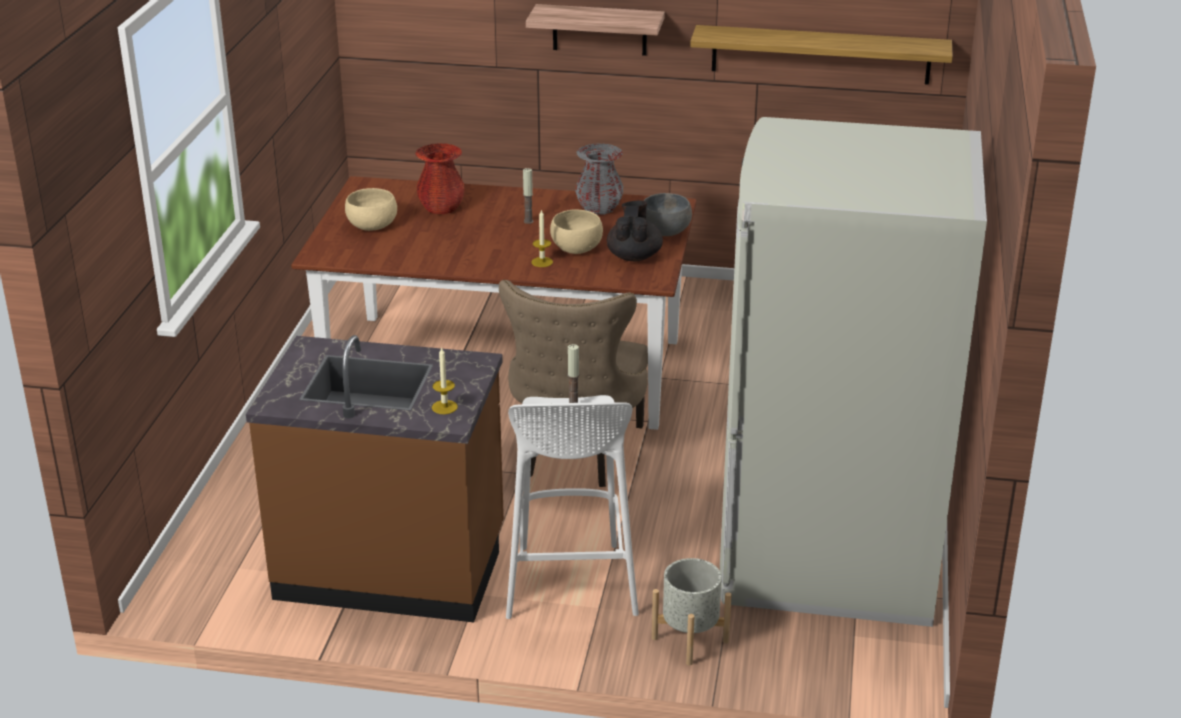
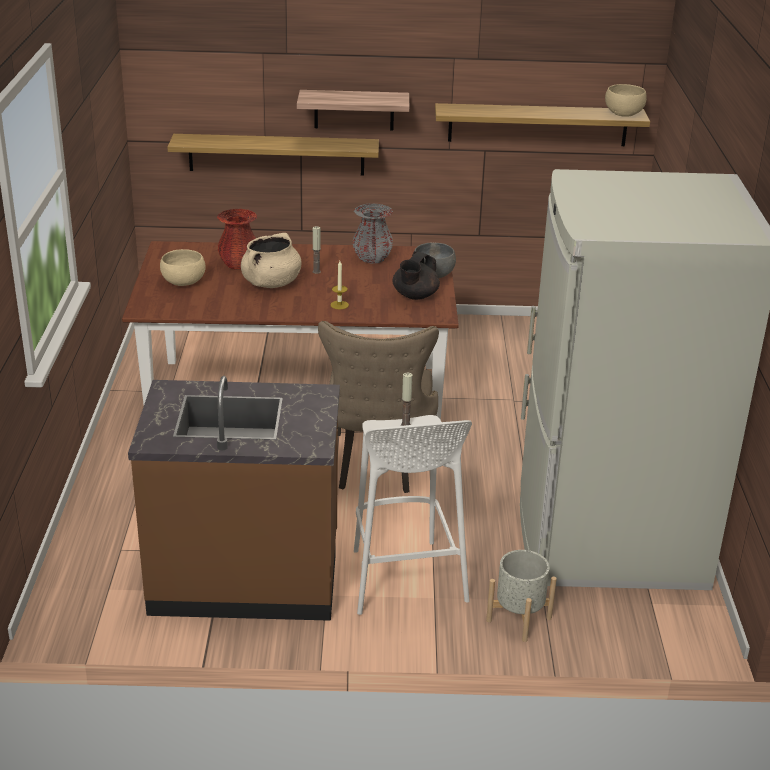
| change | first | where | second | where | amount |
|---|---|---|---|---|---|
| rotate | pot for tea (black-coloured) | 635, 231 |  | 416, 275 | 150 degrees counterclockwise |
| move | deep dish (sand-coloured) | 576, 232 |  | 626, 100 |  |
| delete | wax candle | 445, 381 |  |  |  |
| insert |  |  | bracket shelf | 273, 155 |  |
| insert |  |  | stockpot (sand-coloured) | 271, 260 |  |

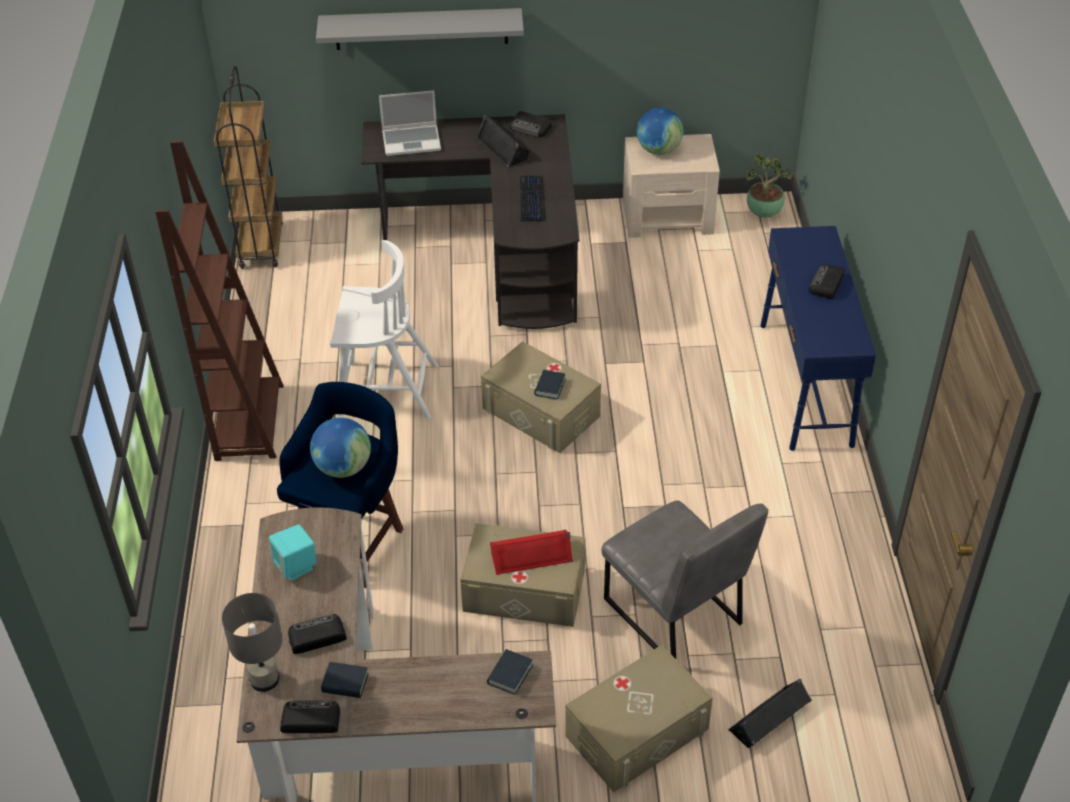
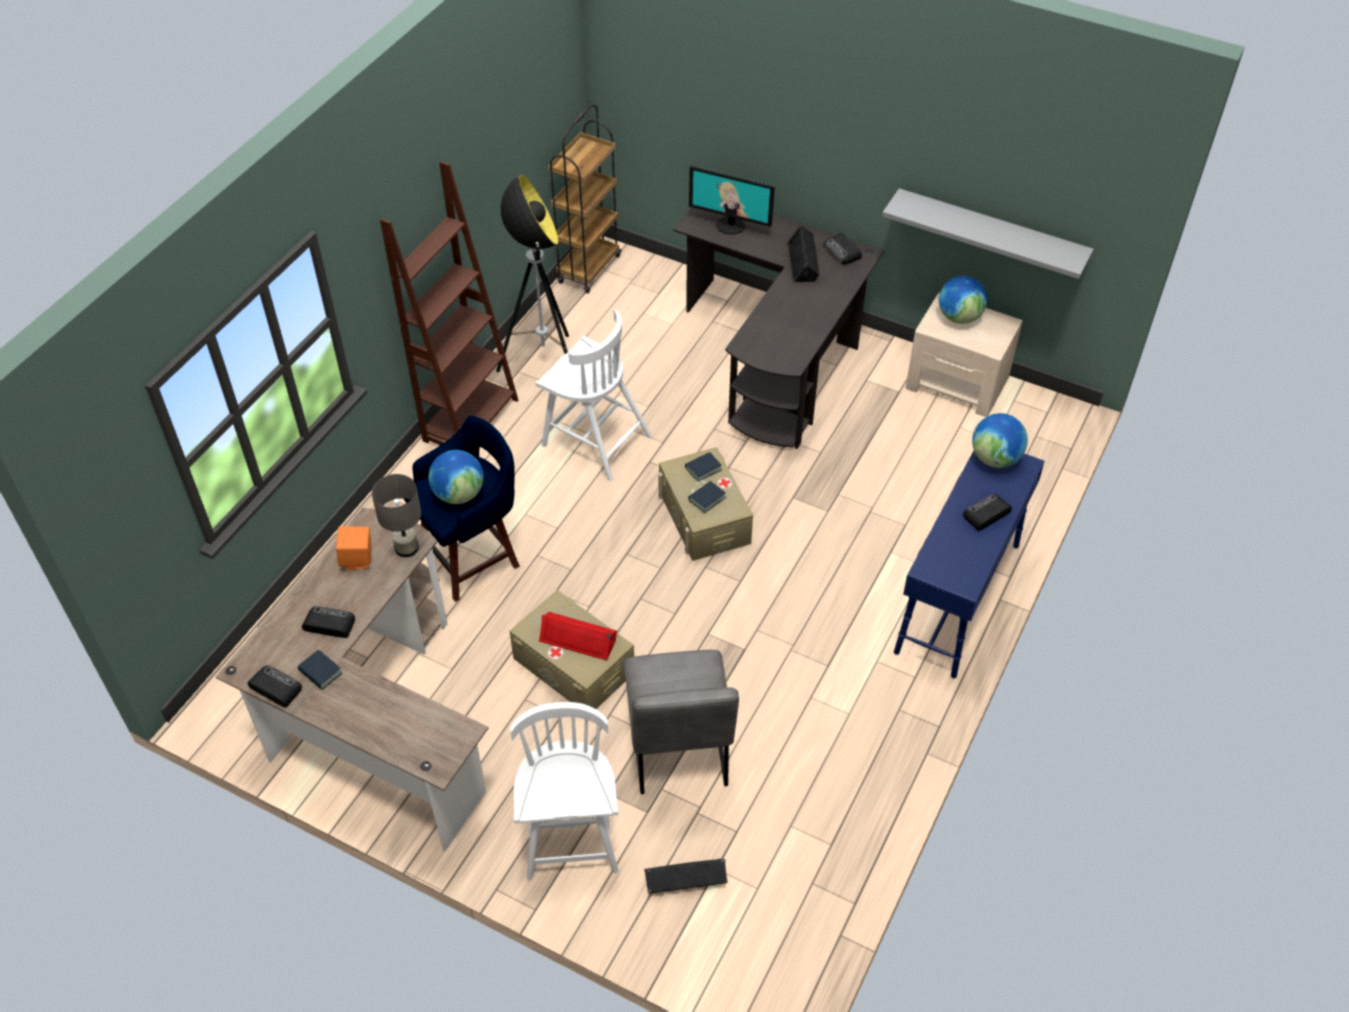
| change | first | where | second | where | amount |
|---|---|---|---|---|---|
| move | bracket shelf (gray) | 420, 29 |  | 988, 233 |  |
| replace | portable computer | 410, 123 | monitor | 732, 200 |  |
| delete | potted plant | 769, 186 |  |  |  |
| delete | PC keyboard | 533, 199 |  |  |  |
| recolor | loudspeaker (turquoise-coloured) | 292, 552 | loudspeaker (orange) | 353, 548 |  |
| move | table lamp (gray) | 252, 642 |  | 396, 515 |  |
| replace | storage container (sand-coloured) | 639, 718 | plain chair (white-coloured) | 564, 791 |  |
| move | volume | 510, 672 |  | 703, 467 |  |
| insert |  |  | standard lamp | 532, 273 |  |
| insert |  |  | globe | 1000, 440 |  |

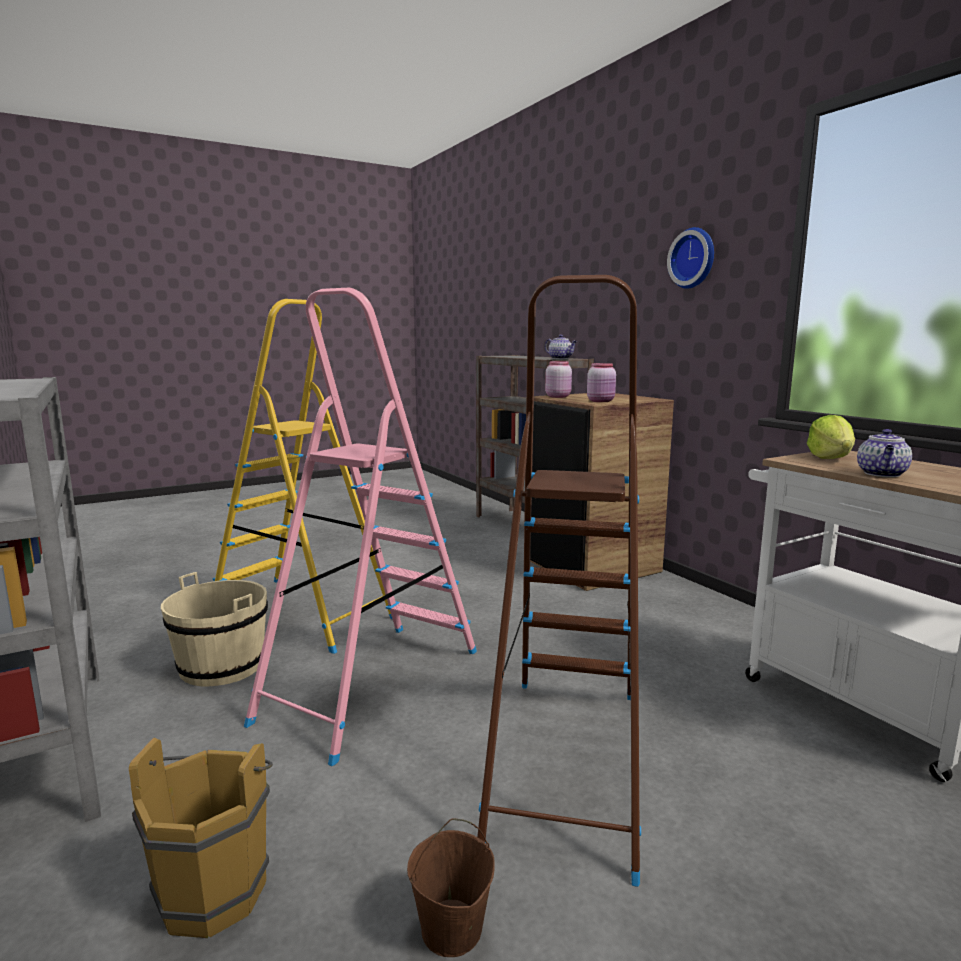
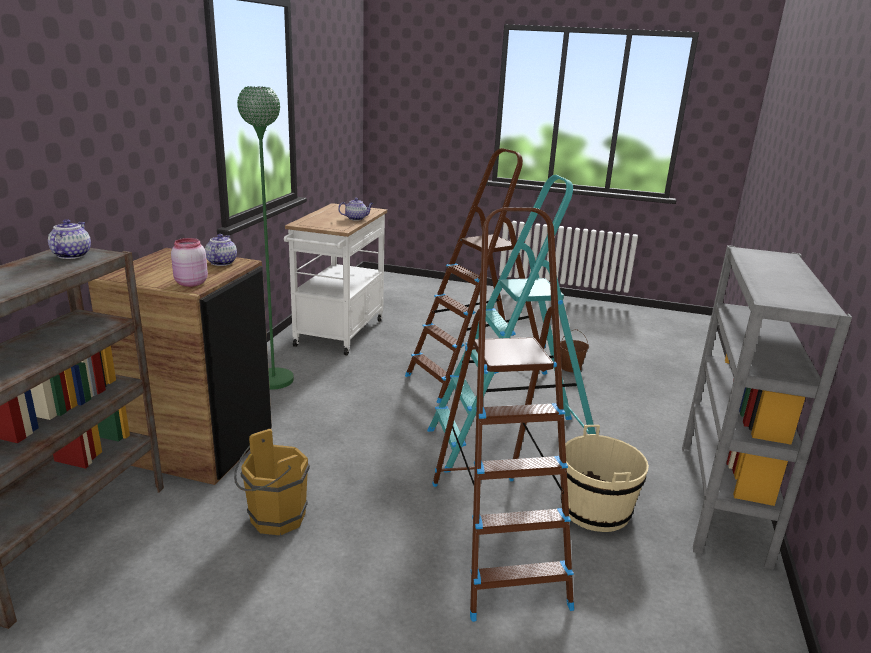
| change | first | where | second | where | amount |
|---|---|---|---|---|---|
| delete | wall clock | 690, 258 |  |  |  |
| recolor | step stool (pink-coloured) | 360, 527 | step stool (turquoise-coloured) | 511, 323 |  |
| recolor | step stool (yellow) | 302, 476 | step stool (brownish) | 503, 414 |  |
| replace | preserve jar (pink-coloured) | 601, 382 | pot for tea | 221, 250 |  |
| delete | lettuce | 831, 437 |  |  |  |
| move | water bucket (brownish) | 201, 838 |  | 272, 482 |  |
| insert |  |  | standard lamp (greenish) | 265, 238 |  |

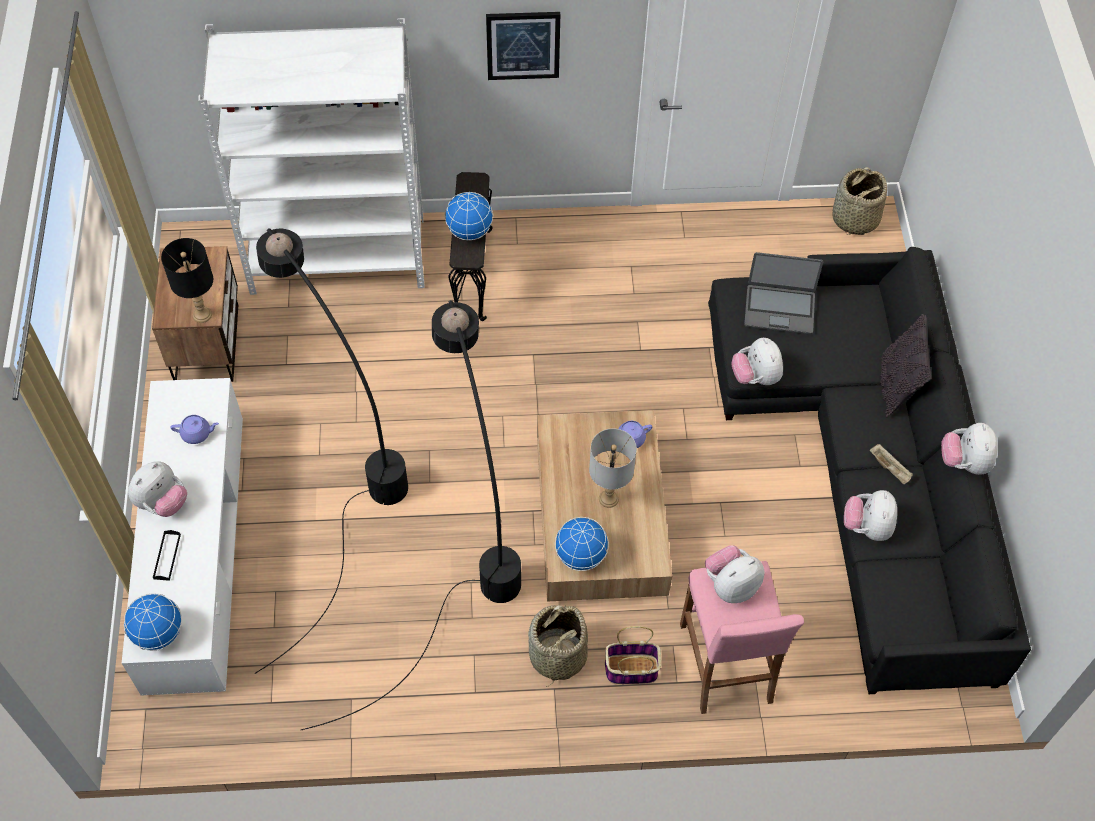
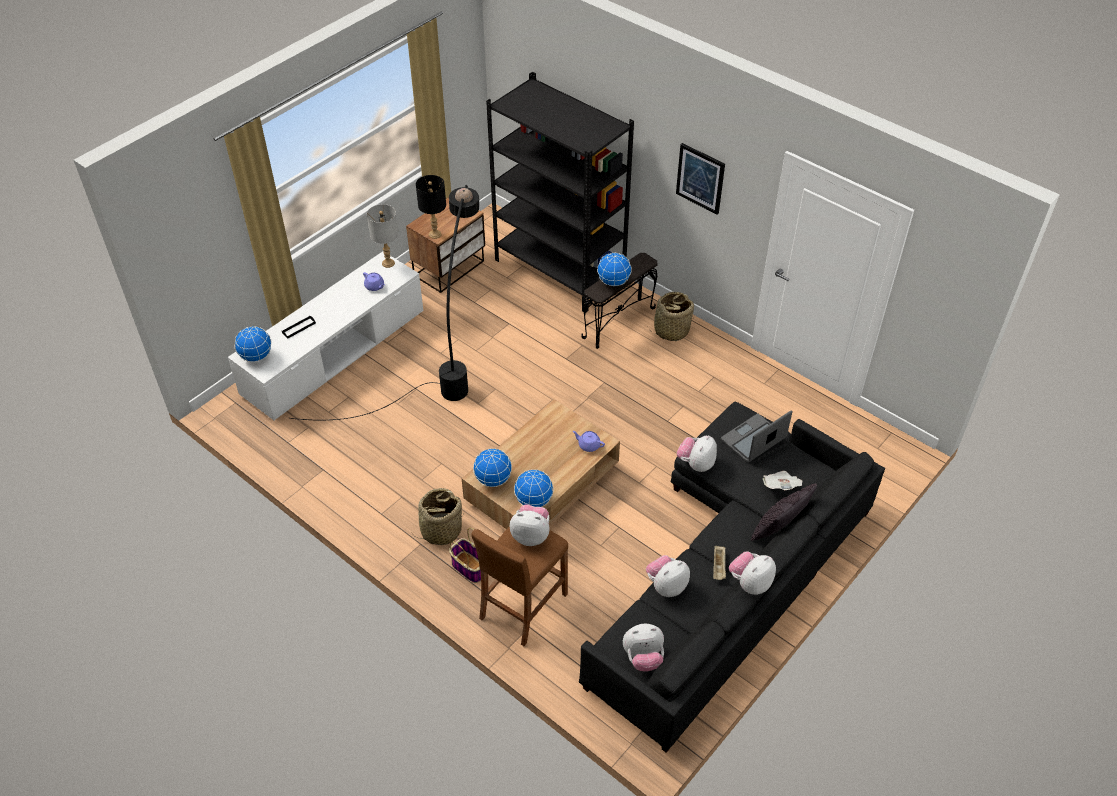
| change | first | where | second | where | amount |
|---|---|---|---|---|---|
| recolor | bookcase (white-coloured) | 311, 156 | bookcase (black-coloured) | 560, 192 |  |
| move | household basket | 859, 201 |  | 671, 316 |  |
| rotate | portable computer | 783, 293 |  | 756, 436 | 90 degrees clockwise |
| delete | standard lamp (black-coloured) | 411, 515 |  |  |  |
| move | table lamp (gray) | 613, 468 |  | 383, 236 |  |
| move | soft toy | 157, 489 |  | 643, 648 |  |
| recolor | sitting stool (pink-coloured) | 742, 637 | sitting stool (brownish) | 519, 586 |  |
| insert |  |  | globe | 534, 488 |  |
| insert |  |  | daily paper | 783, 480 |  |

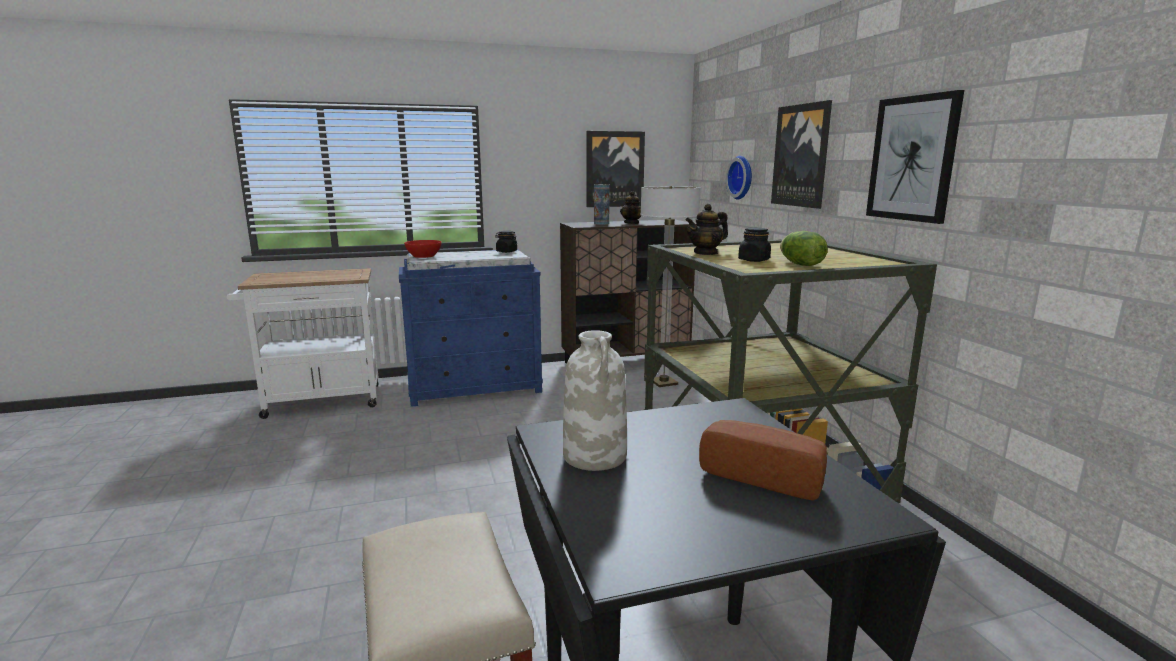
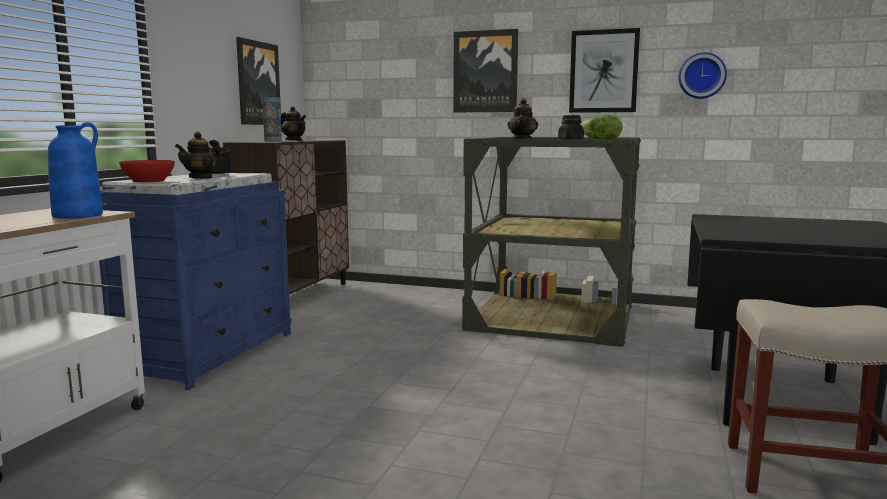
| change | first | where | second | where | amount |
|---|---|---|---|---|---|
| move | wall clock | 739, 178 |  | 702, 75 |  |
| delete | standard lamp | 670, 286 |  |  |  |
| delete | vase (white-coloured) | 595, 400 |  |  |  |
| delete | bread | 763, 460 |  |  |  |
| insert |  |  | vase (bluish) | 75, 170 |  |
| insert |  |  | pot for tea | 198, 155 |  |

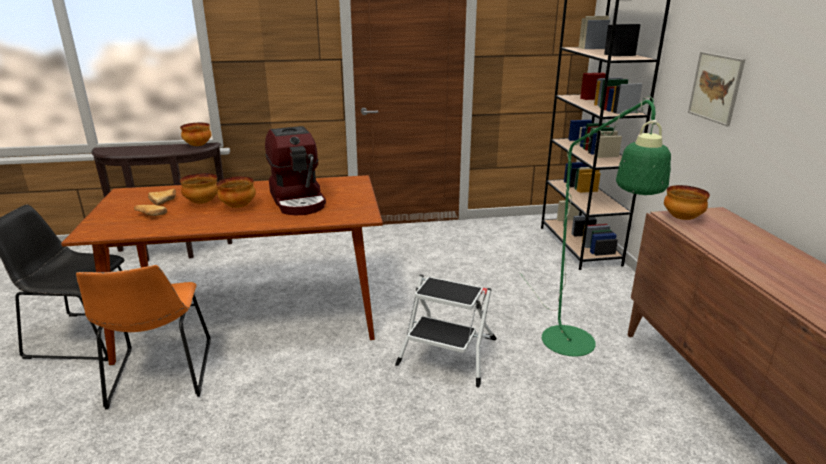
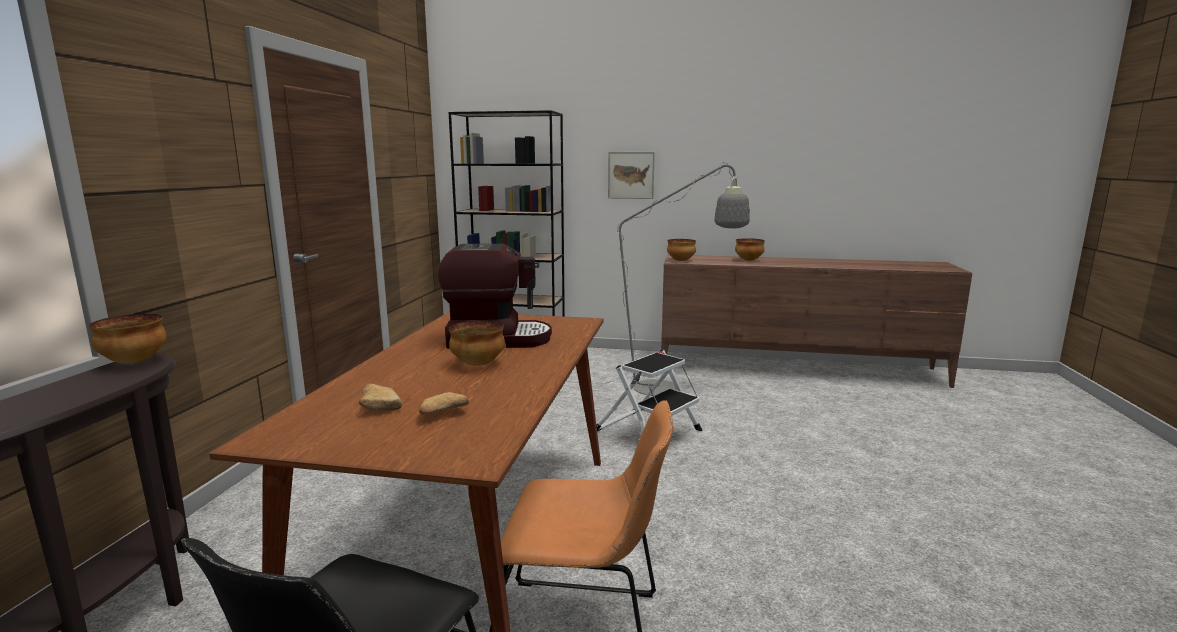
| change | first | where | second | where | amount |
|---|---|---|---|---|---|
| recolor | standard lamp (greenish) | 595, 226 | standard lamp (gray) | 658, 279 |  |
| move | deep dish | 199, 188 |  | 750, 249 |  |

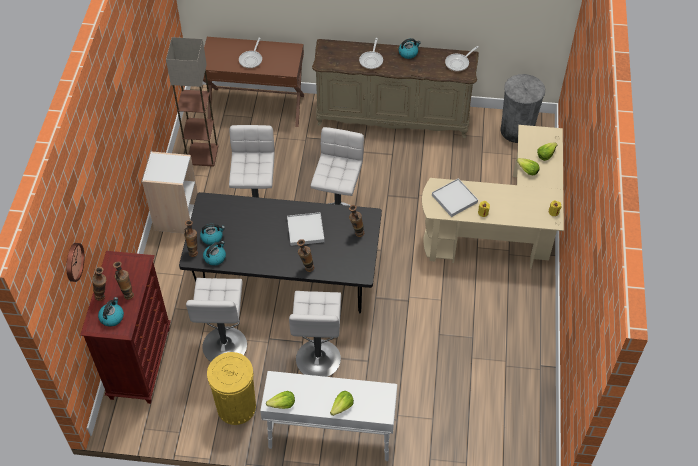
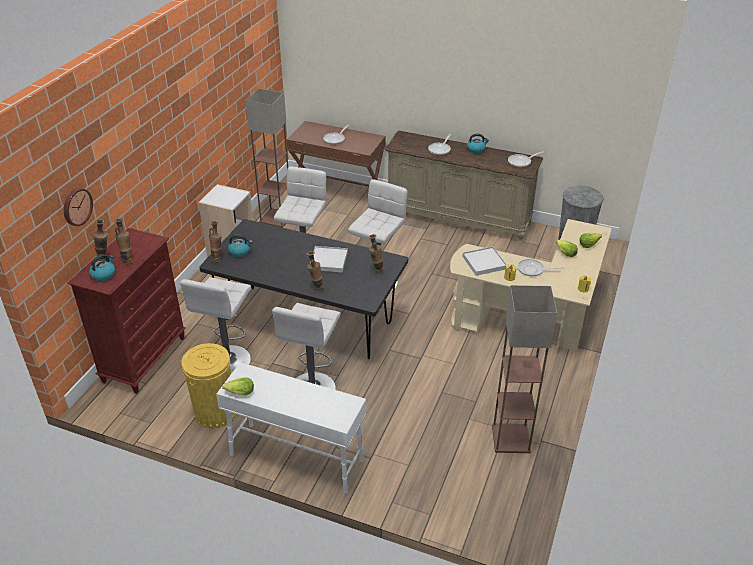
| change | first | where | second | where | amount |
|---|---|---|---|---|---|
| delete | tea kettle | 214, 253 |  |  |  |
| delete | lettuce | 342, 403 |  |  |  |
| insert |  |  | pan | 541, 267 |  |
| insert |  |  | standard lamp | 524, 369 |  |

